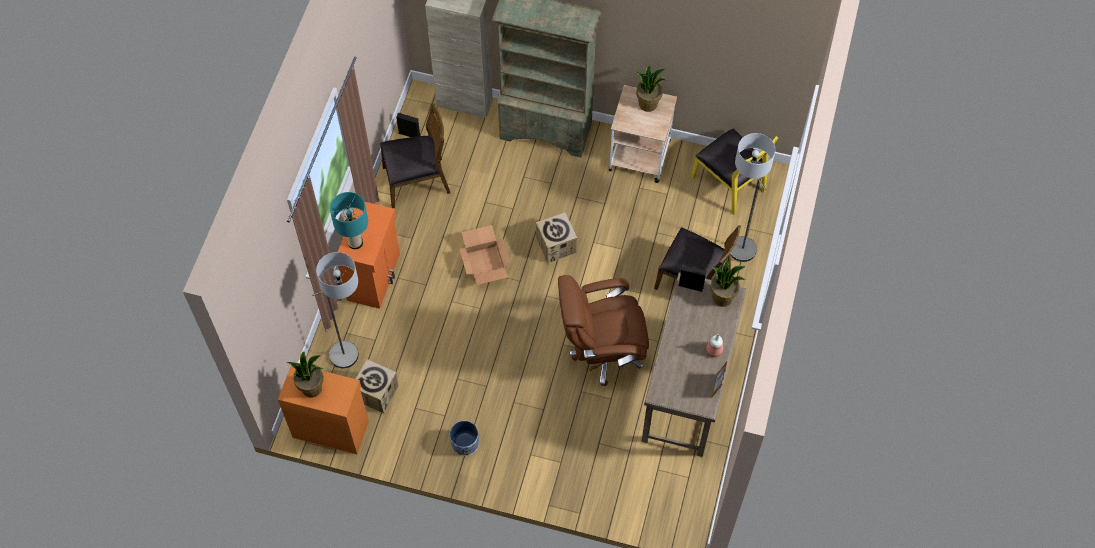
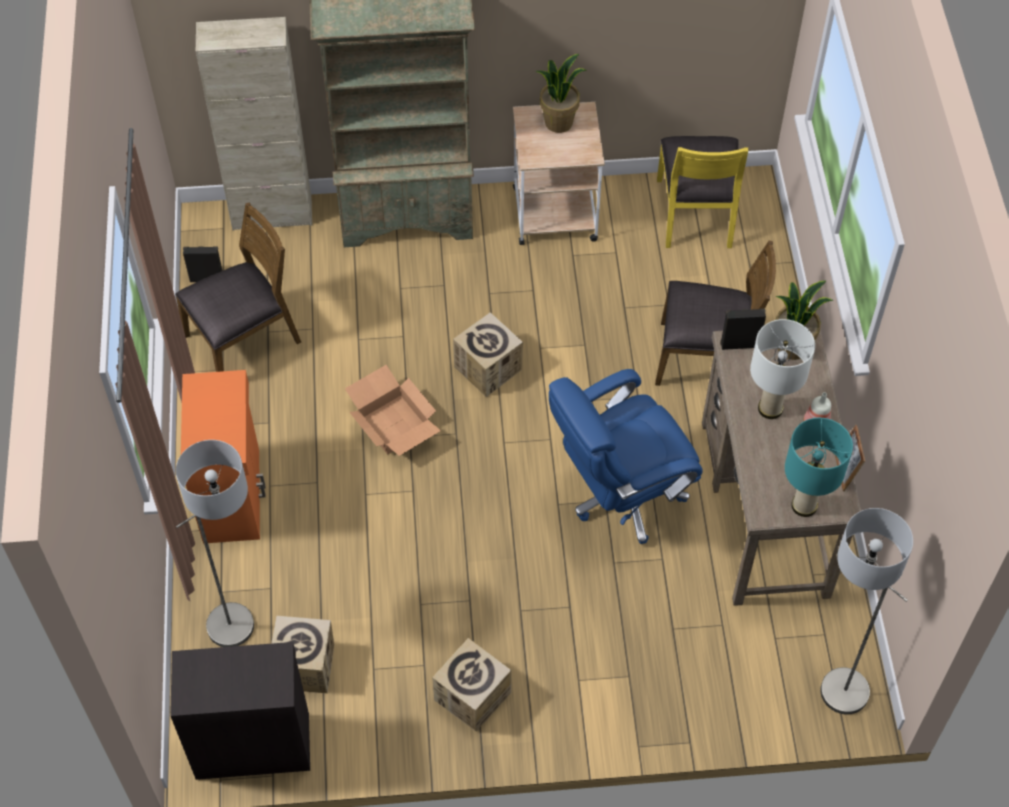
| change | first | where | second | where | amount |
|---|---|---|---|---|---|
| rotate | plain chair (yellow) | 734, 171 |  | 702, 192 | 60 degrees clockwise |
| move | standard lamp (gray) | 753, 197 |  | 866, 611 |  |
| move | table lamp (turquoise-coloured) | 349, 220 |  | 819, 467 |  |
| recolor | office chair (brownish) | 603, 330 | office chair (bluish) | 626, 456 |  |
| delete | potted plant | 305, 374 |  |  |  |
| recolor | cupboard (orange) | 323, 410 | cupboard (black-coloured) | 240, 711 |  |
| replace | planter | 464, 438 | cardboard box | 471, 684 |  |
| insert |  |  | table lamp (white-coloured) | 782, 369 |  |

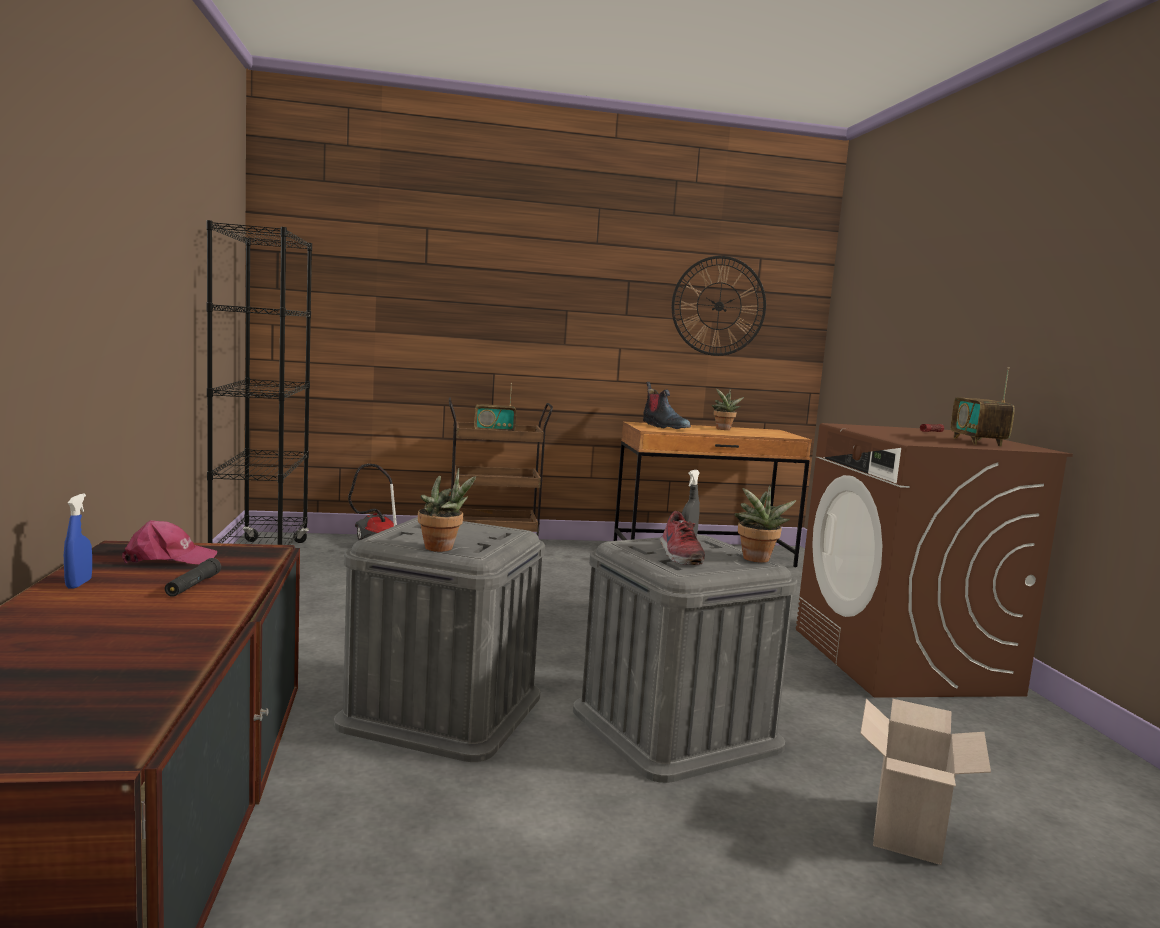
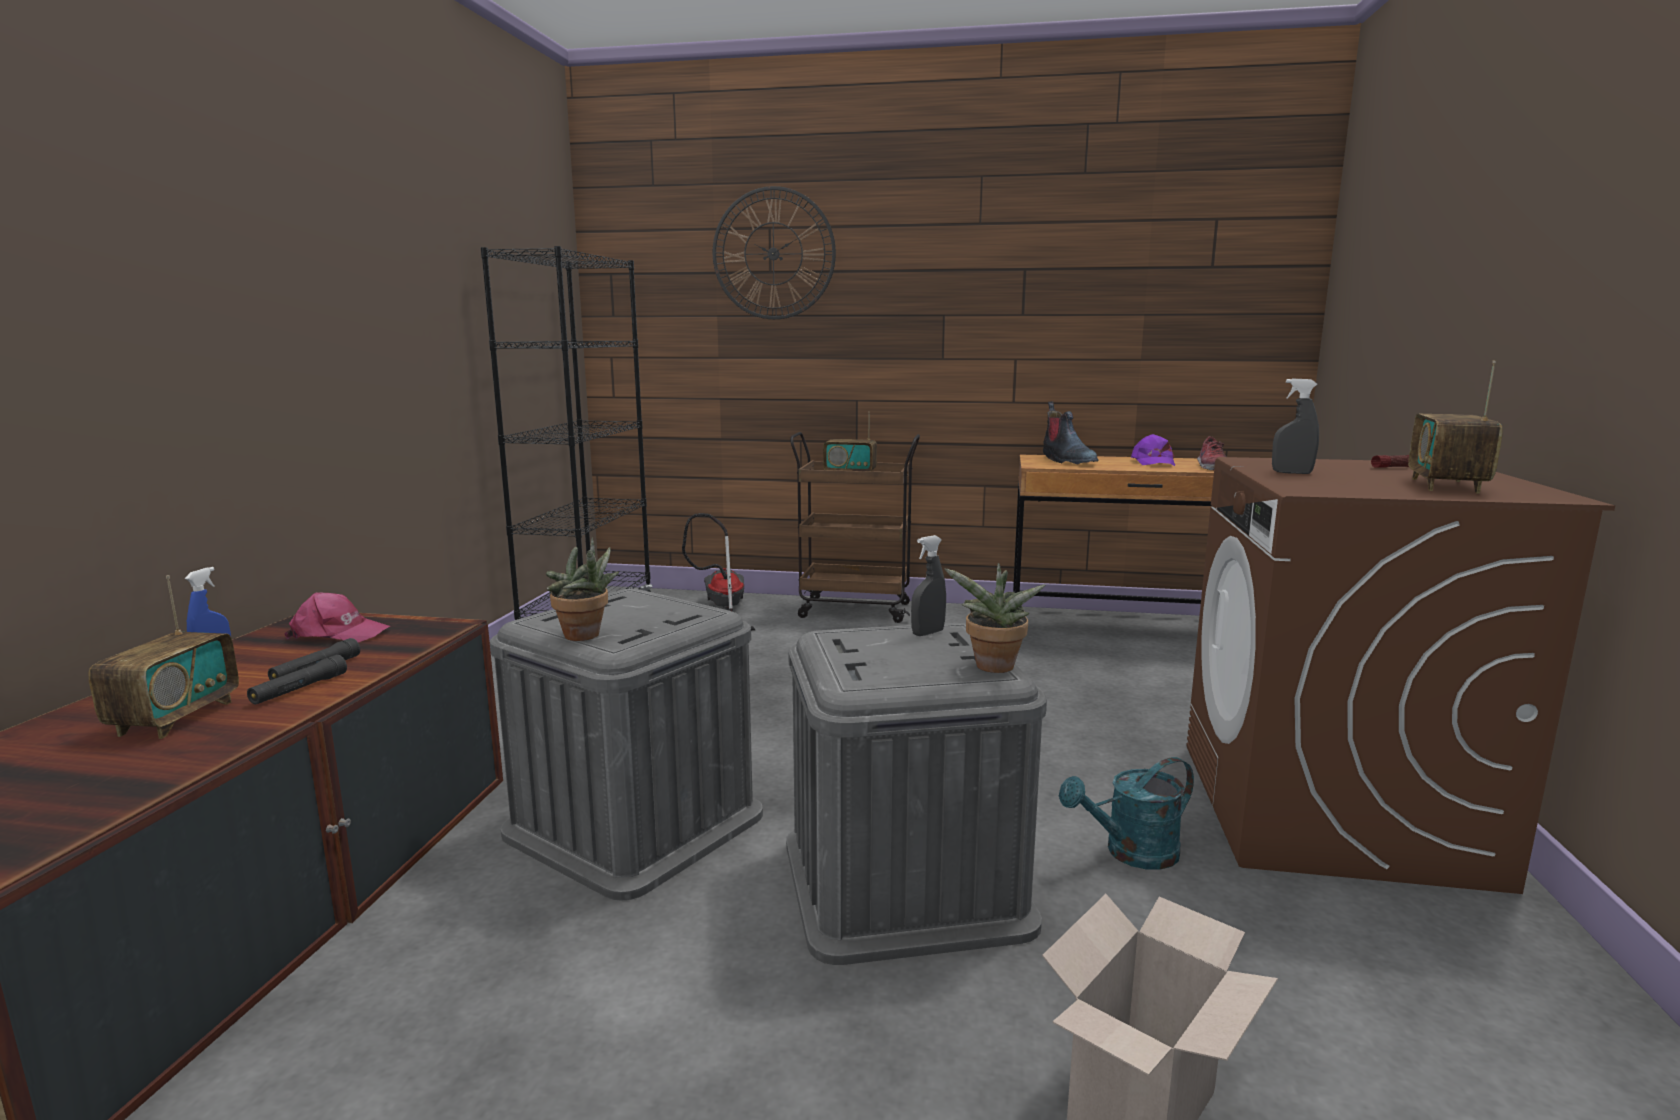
| change | first | where | second | where | amount |
|---|---|---|---|---|---|
| move | wall clock | 719, 306 |  | 774, 252 |  |
| replace | potted plant | 728, 409 | peaked cap (purplish) | 1153, 450 |  |
| move | shoe | 682, 538 |  | 1212, 453 |  |
| insert |  |  | sprayer (gray) | 1295, 426 |  |
| insert |  |  | radio set | 164, 657 |  |
| insert |  |  | flashlight (black-coloured) | 297, 680 |  |
| insert |  |  | watering can (turquoise-coloured) | 1126, 813 |  |

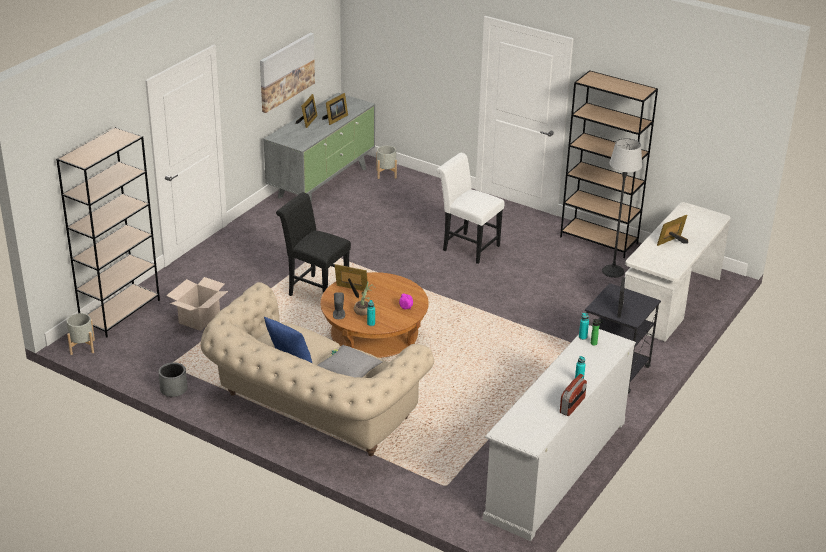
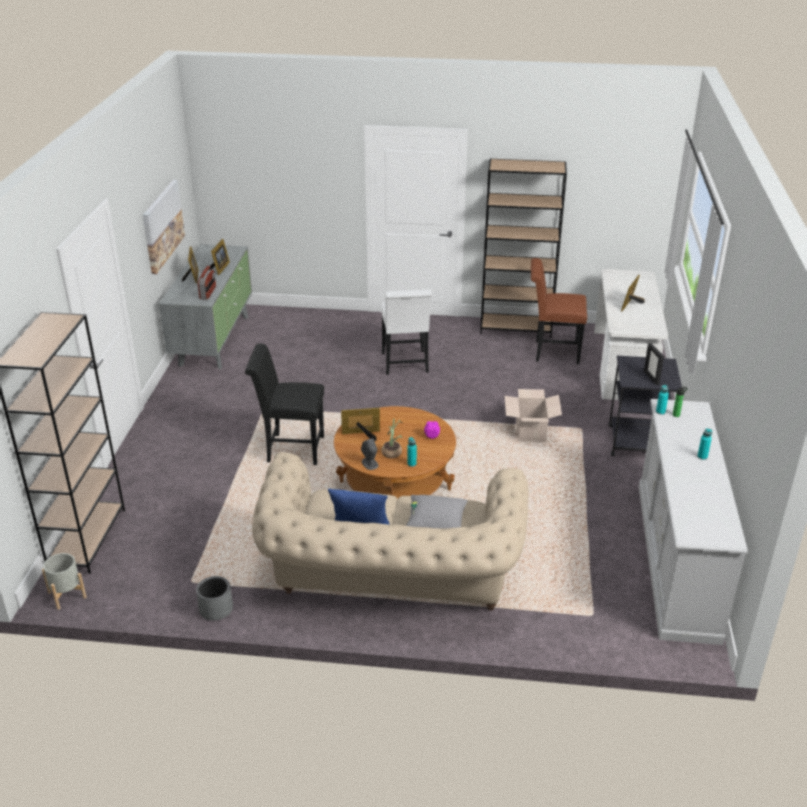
| change | first | where | second | where | amount |
|---|---|---|---|---|---|
| replace | standard lamp | 622, 208 | plain chair (brownish) | 559, 311 |  |
| delete | planter (gray) | 386, 162 |  |  |  |
| rotate | plain chair (white-coloured) | 470, 208 |  | 406, 332 | 105 degrees counterclockwise |
| move | cardboard box | 197, 304 |  | 533, 415 |  |
| move | radio set | 573, 395 |  | 207, 283 |  |

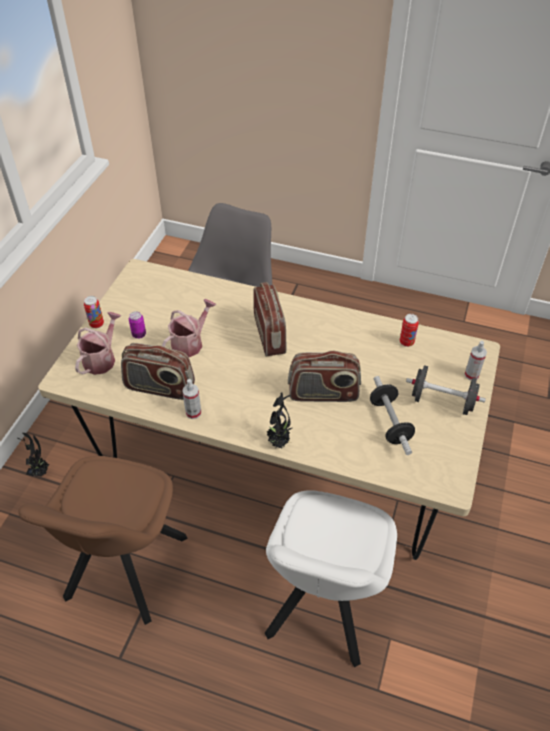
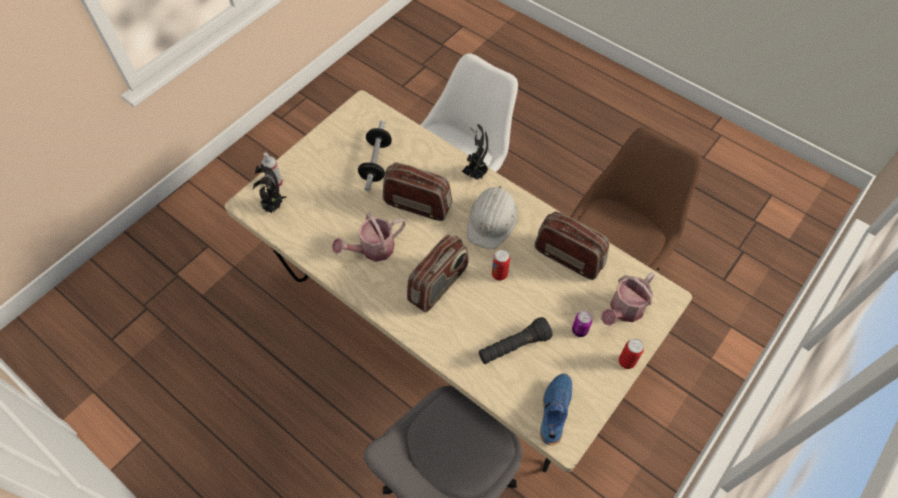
| change | first | where | second | where | amount |
|---|---|---|---|---|---|
| rotate | radio set | 269, 319 |  | 438, 273 | 150 degrees counterclockwise |
| move | watering can | 189, 328 |  | 369, 237 |  |
| move | sealed can | 409, 330 |  | 501, 265 |  |
| delete | free weight (black-coloured) | 446, 390 |  |  |  |
| delete | sprayer | 191, 399 |  |  |  |
| move | potted plant | 33, 455 |  | 269, 188 |  |
| insert |  |  | hard hat (white-coloured) | 492, 217 |  |
| insert |  |  | flashlight (black-coloured) | 516, 340 |  |
| insert |  |  | shoe (bluish) | 556, 409 |  |

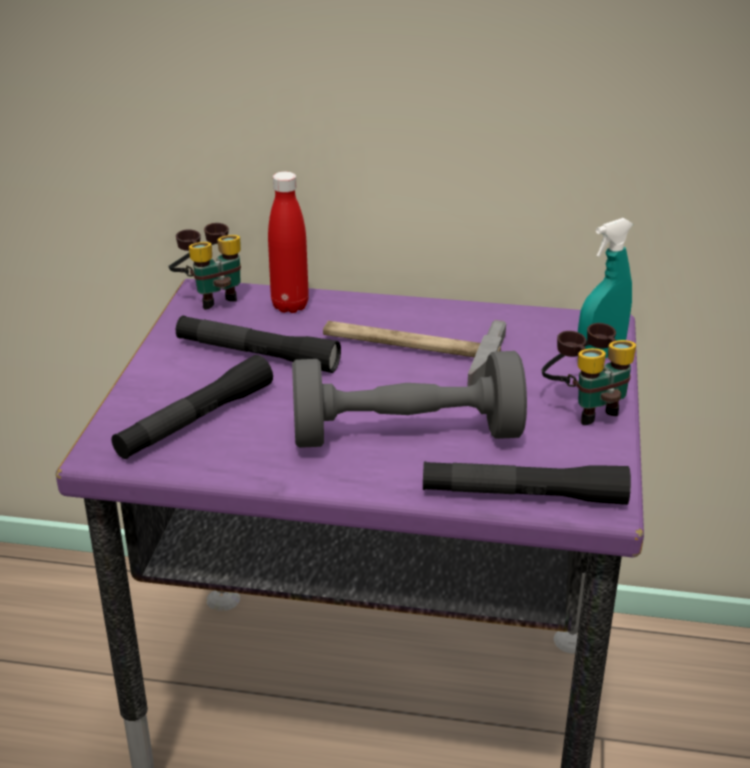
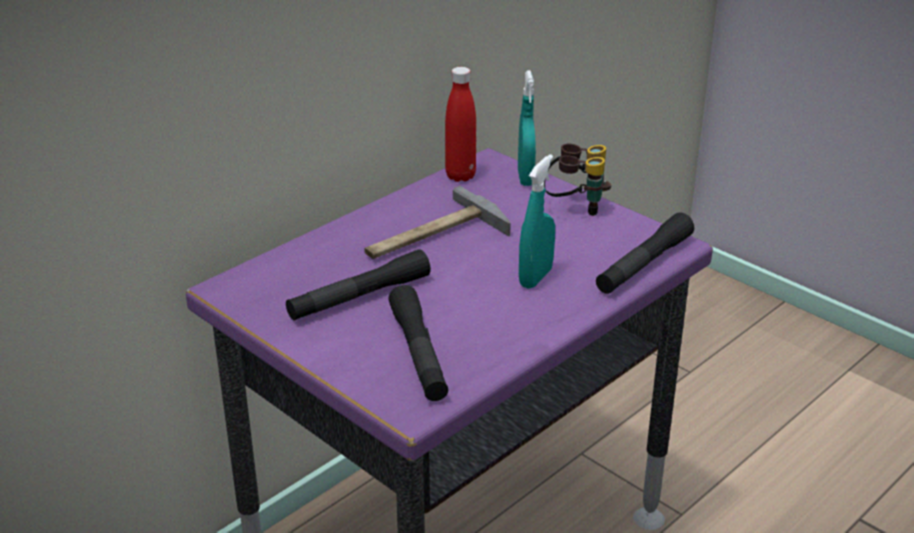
| change | first | where | second | where | amount |
|---|---|---|---|---|---|
| move | beverage bottle (red) | 288, 242 |  | 460, 124 |  |
| delete | binoculars | 204, 266 |  |  |  |
| replace | free weight (gray) | 409, 399 | sprayer (turquoise-coloured) | 537, 221 |  |

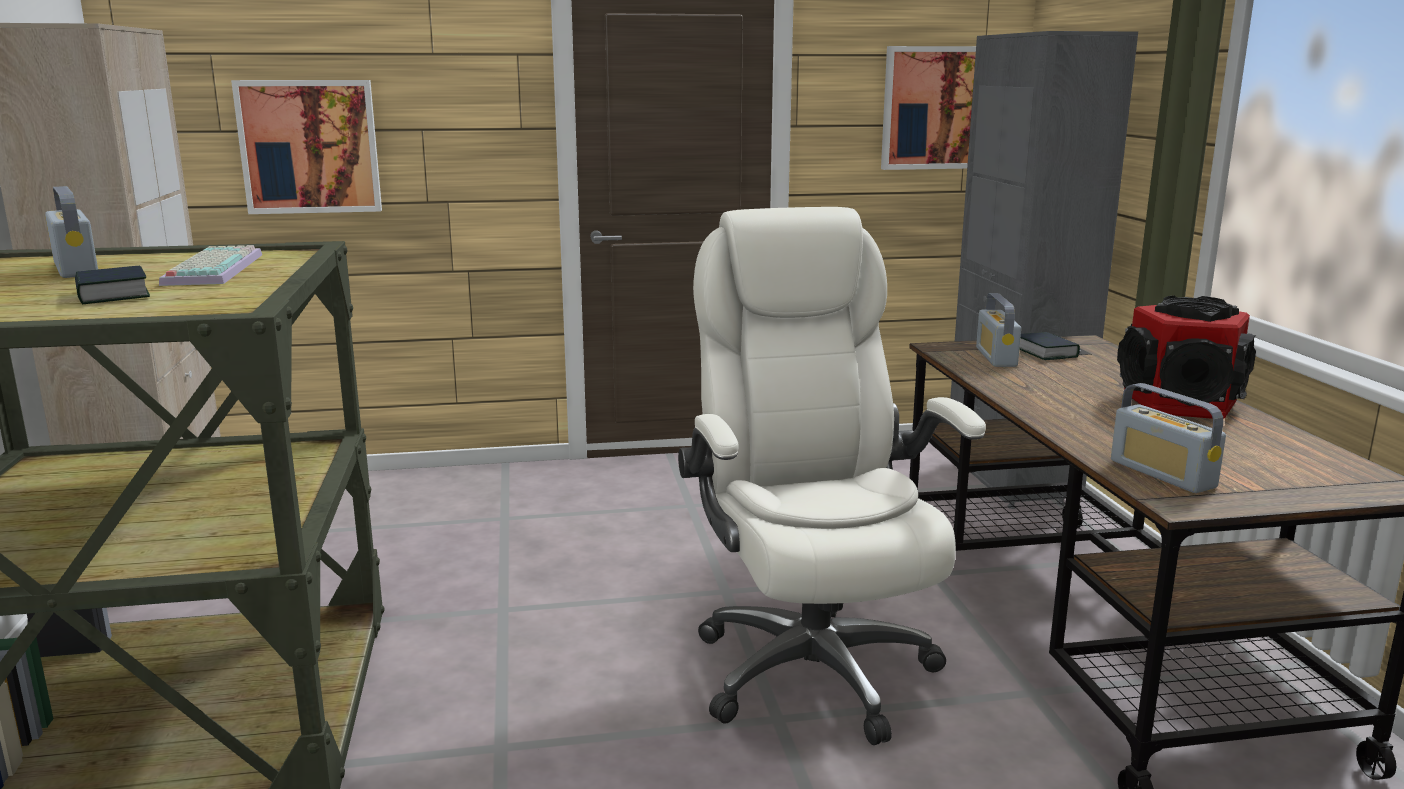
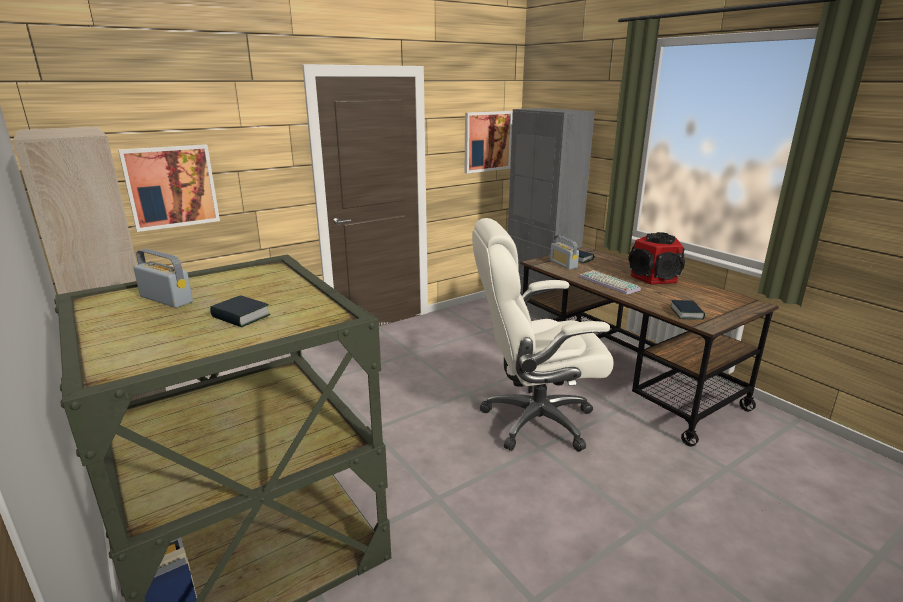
| change | first | where | second | where | amount |
|---|---|---|---|---|---|
| rotate | office chair (white-coloured) | 832, 476 |  | 543, 335 | 60 degrees counterclockwise |
| move | PC keyboard | 210, 265 |  | 610, 282 |  |
| replace | radio set | 1168, 438 | volume | 687, 310 |  |

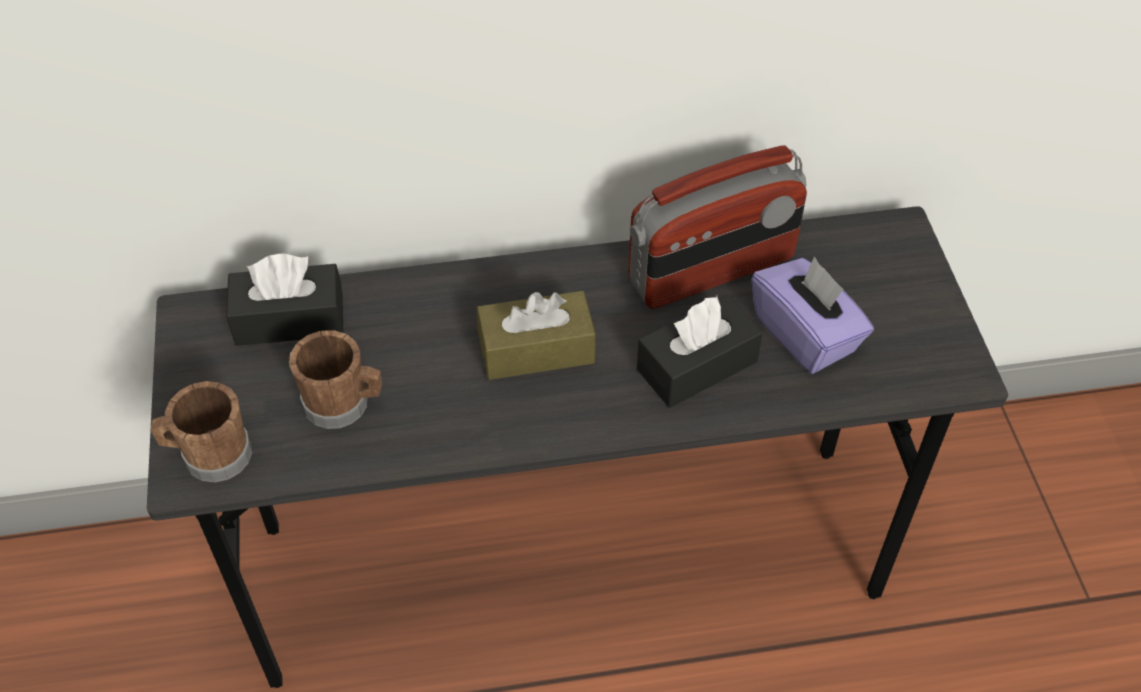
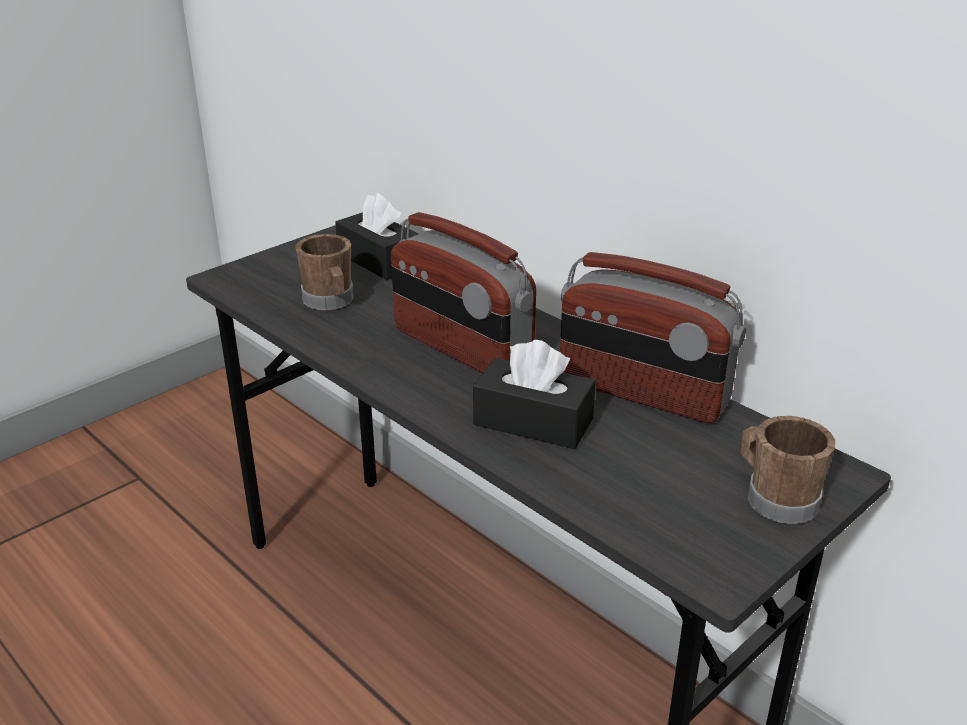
| change | first | where | second | where | amount |
|---|---|---|---|---|---|
| delete | tissue box (purplish) | 812, 315 |  |  |  |
| replace | tissue box (brownish) | 536, 335 | radio set | 463, 292 |  |
| move | tea mug (brownish) | 201, 431 |  | 788, 470 |  |

